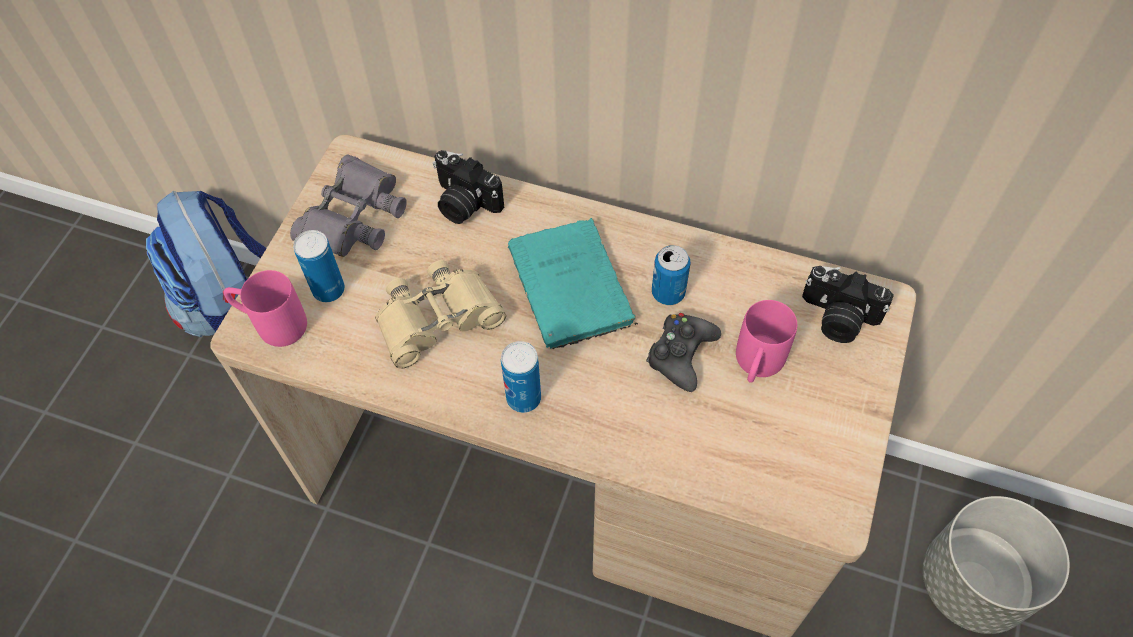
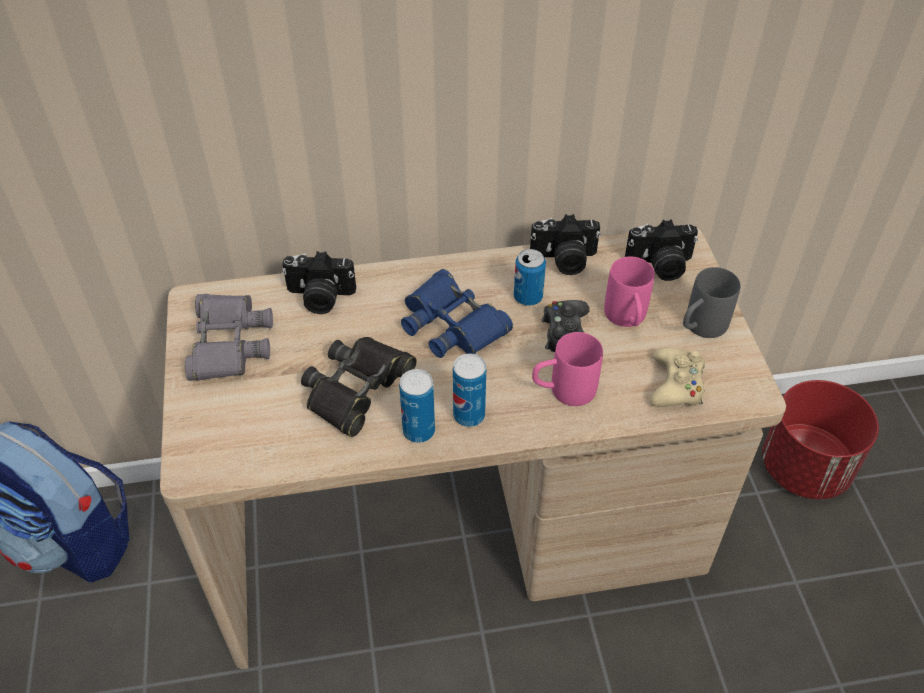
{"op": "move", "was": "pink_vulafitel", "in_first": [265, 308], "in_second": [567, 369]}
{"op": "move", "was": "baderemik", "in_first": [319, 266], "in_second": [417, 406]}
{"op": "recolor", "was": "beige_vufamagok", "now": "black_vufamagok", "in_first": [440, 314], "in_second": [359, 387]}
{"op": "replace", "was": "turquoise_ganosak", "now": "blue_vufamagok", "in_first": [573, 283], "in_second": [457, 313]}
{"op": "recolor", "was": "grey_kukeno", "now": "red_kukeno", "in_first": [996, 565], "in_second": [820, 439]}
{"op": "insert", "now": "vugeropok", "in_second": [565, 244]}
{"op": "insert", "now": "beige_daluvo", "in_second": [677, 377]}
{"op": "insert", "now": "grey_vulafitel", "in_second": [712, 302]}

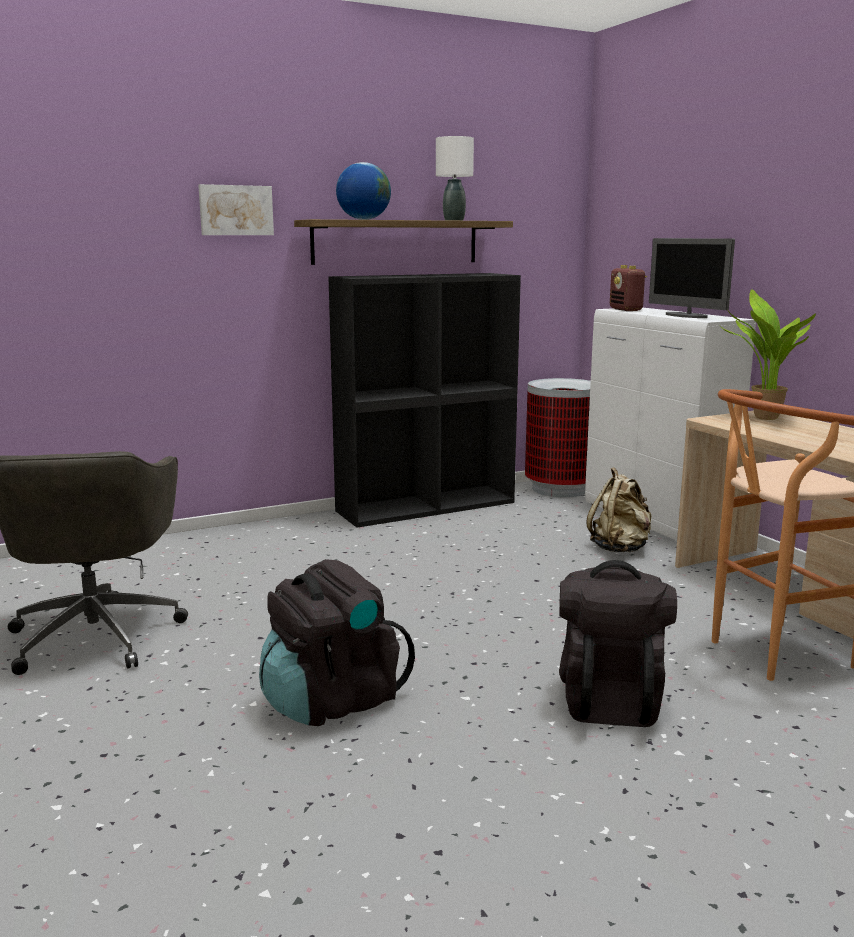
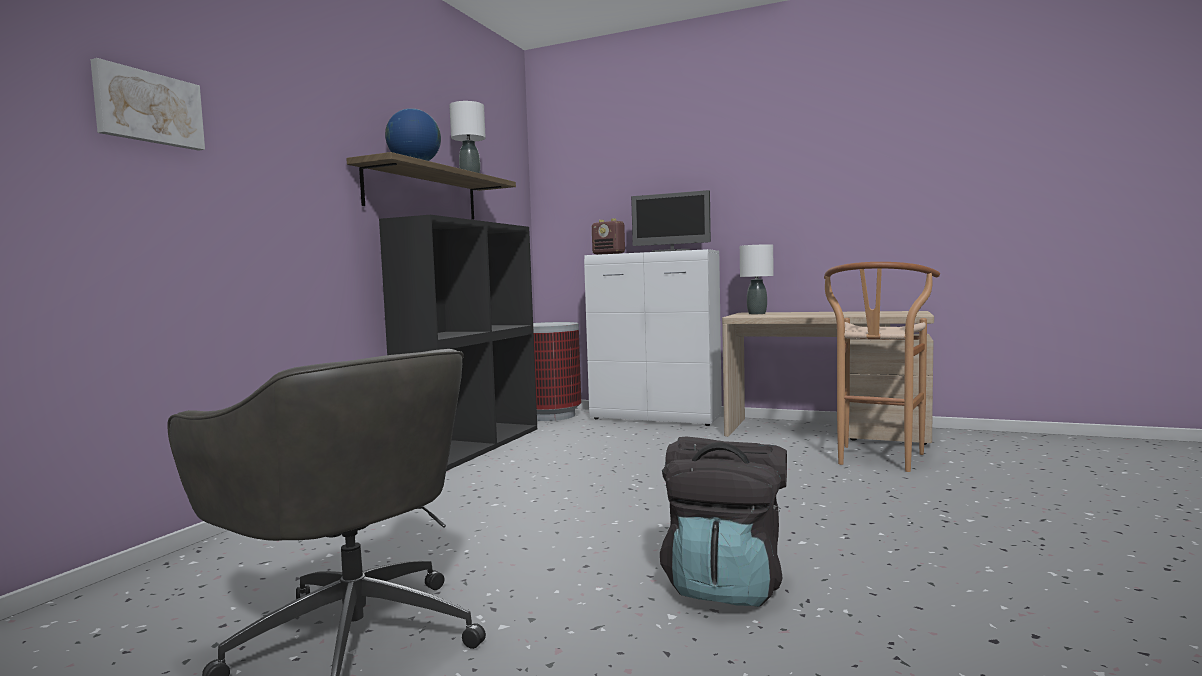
{"op": "move", "was": "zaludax", "in_first": [236, 209], "in_second": [147, 104]}
{"op": "delete", "was": "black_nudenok", "in_first": [618, 643]}
{"op": "delete", "was": "beige_nudenok", "in_first": [618, 509]}
{"op": "replace", "was": "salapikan", "now": "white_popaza", "in_first": [767, 354], "in_second": [757, 279]}

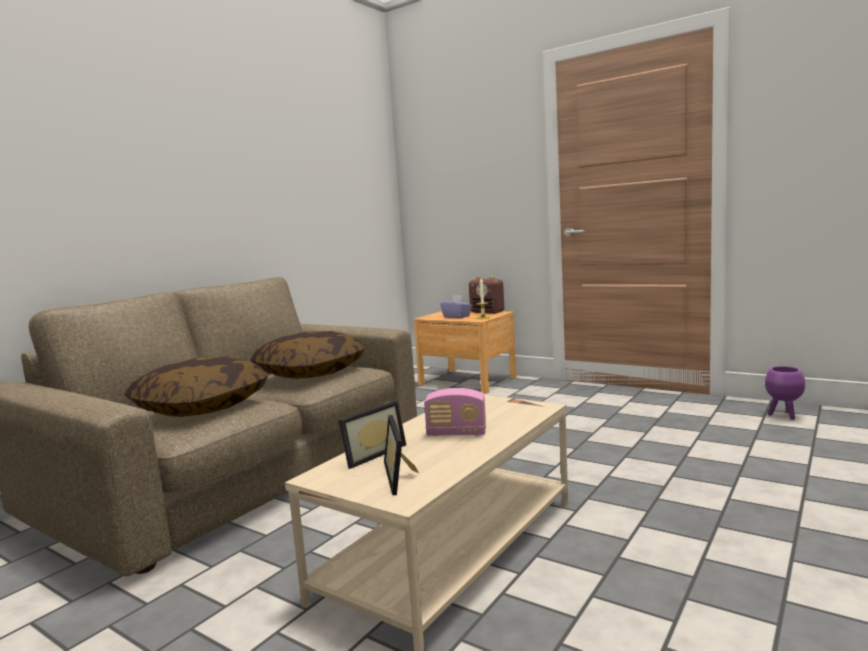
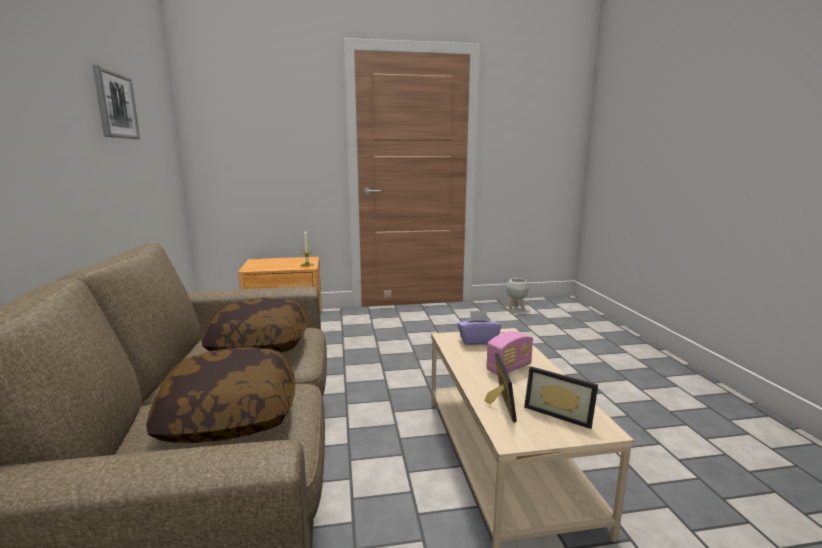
{"op": "move", "was": "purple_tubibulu", "in_first": [456, 306], "in_second": [479, 328]}
{"op": "delete", "was": "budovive", "in_first": [486, 295]}
{"op": "recolor", "was": "purple_kukeno", "now": "white_kukeno", "in_first": [785, 393], "in_second": [517, 294]}
{"op": "insert", "now": "zaludax", "in_second": [116, 102]}

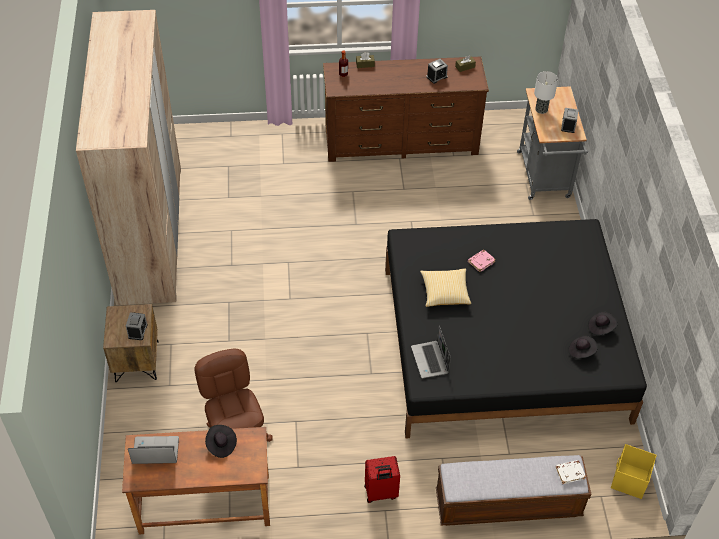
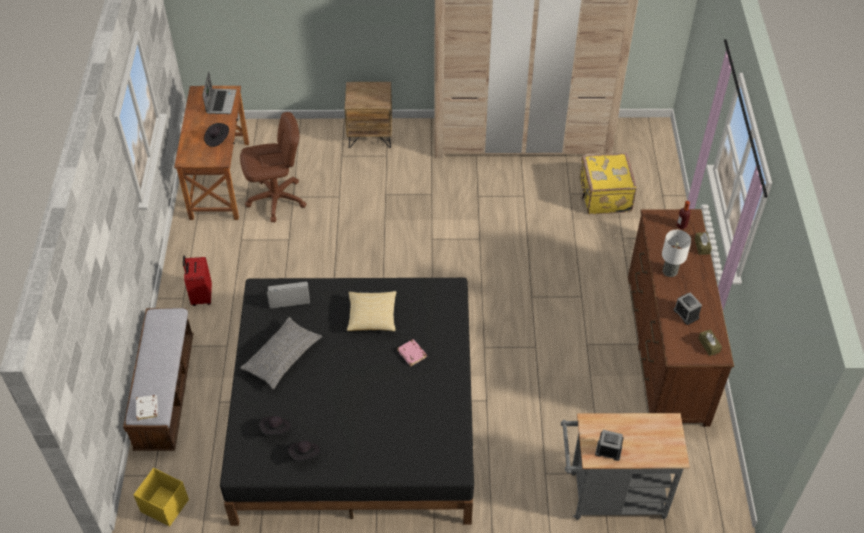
{"op": "delete", "was": "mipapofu", "in_first": [137, 326]}
{"op": "move", "was": "popaza", "in_first": [546, 92], "in_second": [676, 253]}
{"op": "insert", "now": "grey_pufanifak", "in_second": [281, 353]}
{"op": "insert", "now": "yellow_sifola", "in_second": [608, 184]}

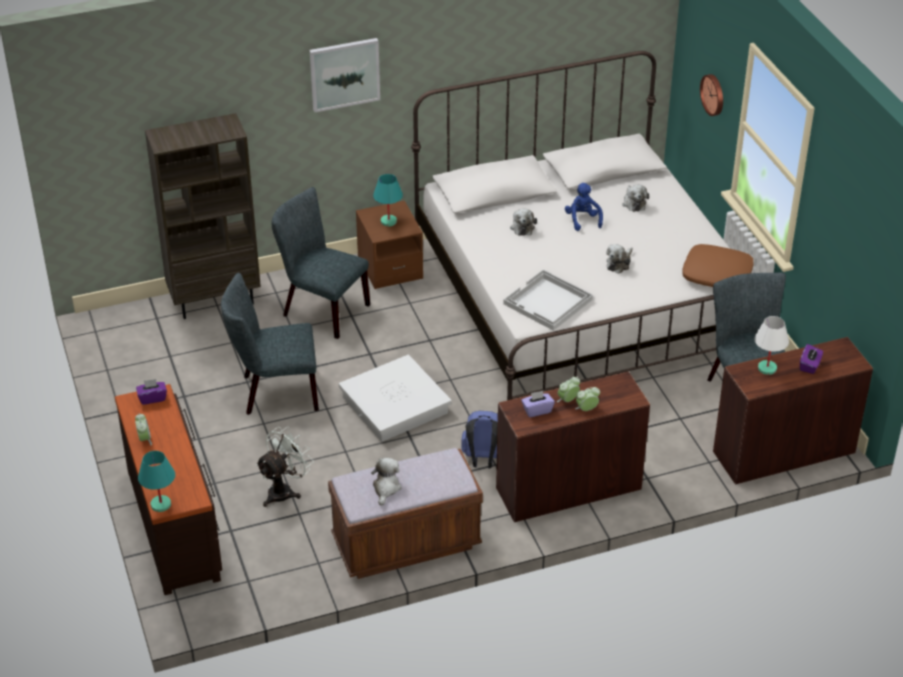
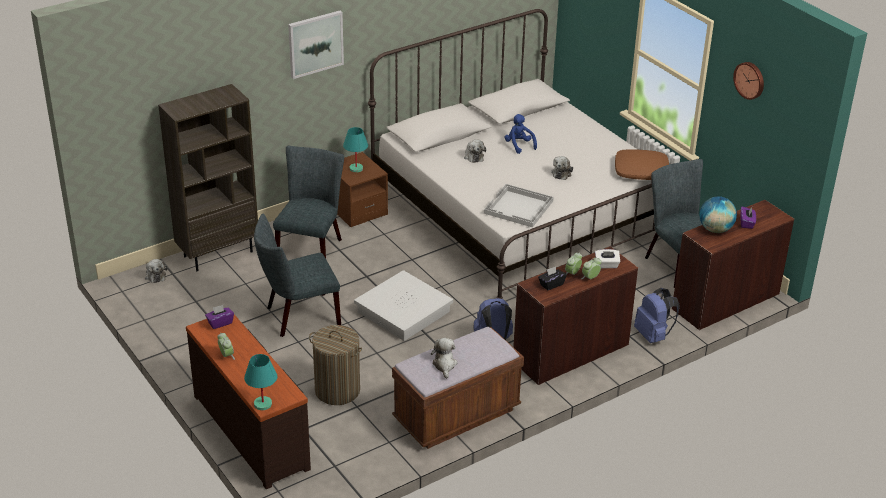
{"op": "replace", "was": "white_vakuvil", "now": "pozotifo", "in_first": [285, 467], "in_second": [335, 365]}
{"op": "rotate", "was": "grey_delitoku", "in_first": [321, 263], "in_second": [308, 202], "clockwise": 90}
{"op": "recolor", "was": "purple_tubibulu", "now": "black_tubibulu", "in_first": [538, 404], "in_second": [552, 278]}
{"op": "move", "was": "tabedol", "in_first": [635, 198], "in_second": [156, 271]}
{"op": "move", "was": "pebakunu", "in_first": [711, 95], "in_second": [748, 81]}
{"op": "replace", "was": "white_popaza", "now": "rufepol", "in_first": [771, 345], "in_second": [718, 214]}
{"op": "insert", "now": "white_tubibulu", "in_second": [607, 258]}
{"op": "insert", "now": "blue_nudenok", "in_second": [657, 315]}

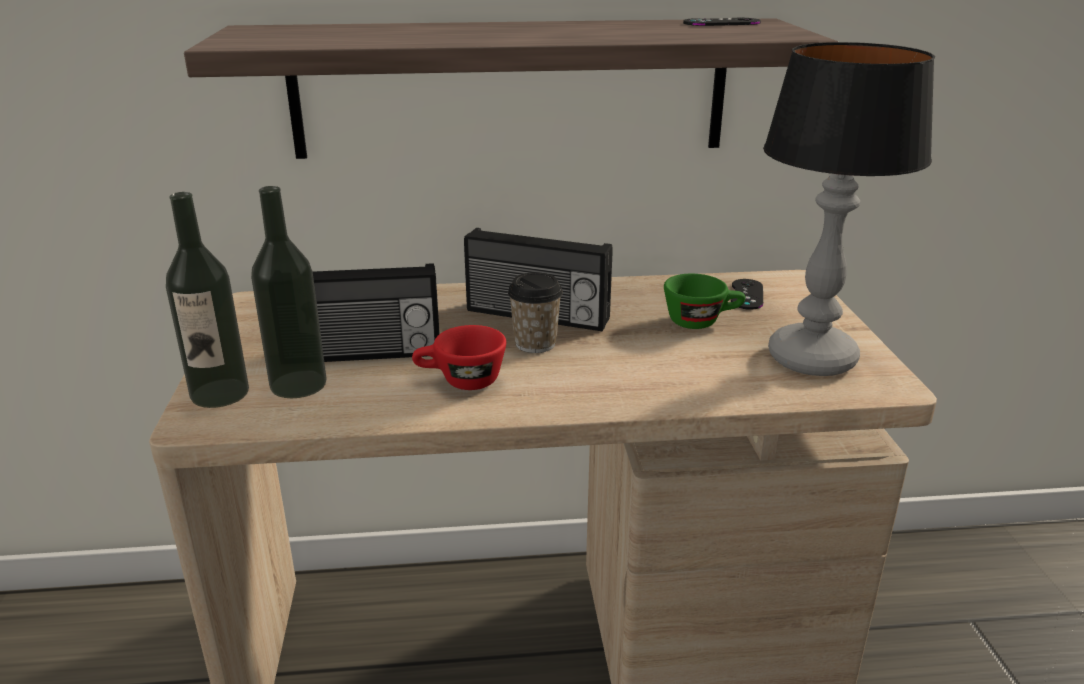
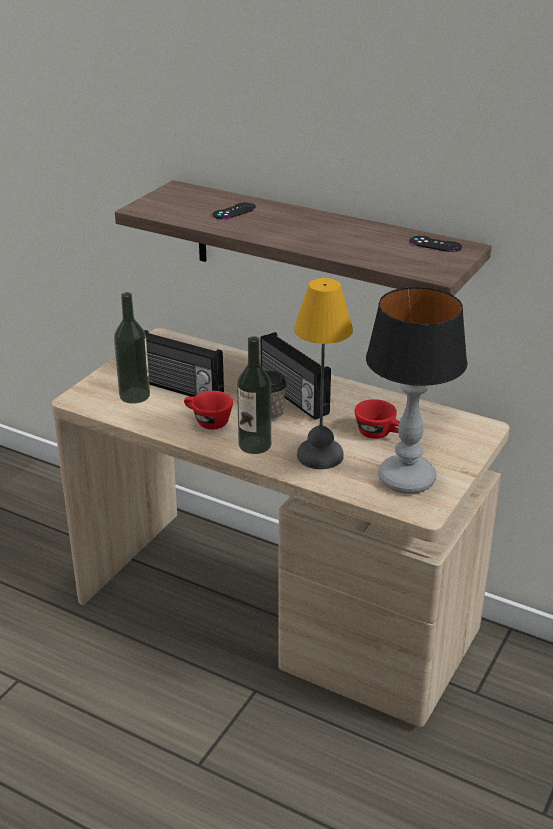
{"op": "move", "was": "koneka", "in_first": [207, 300], "in_second": [254, 395]}
{"op": "recolor", "was": "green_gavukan", "now": "red_gavukan", "in_first": [704, 301], "in_second": [377, 419]}
{"op": "move", "was": "black_daluvo", "in_first": [747, 294], "in_second": [234, 211]}
{"op": "insert", "now": "popaza", "in_second": [323, 373]}

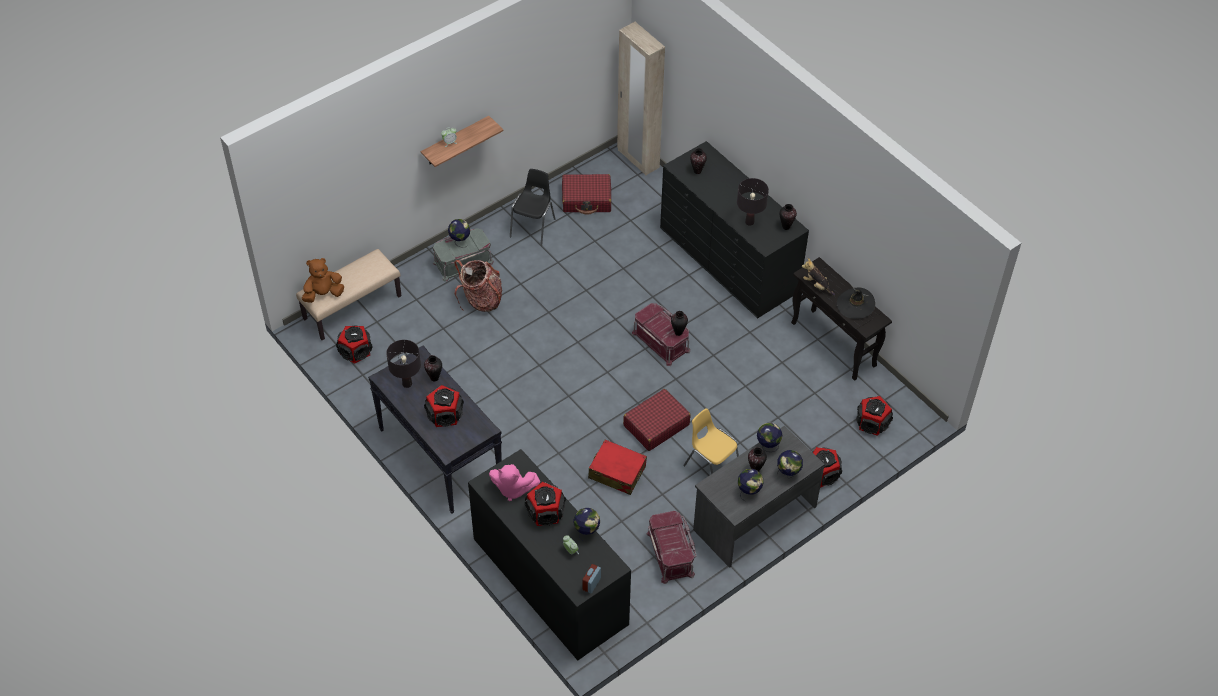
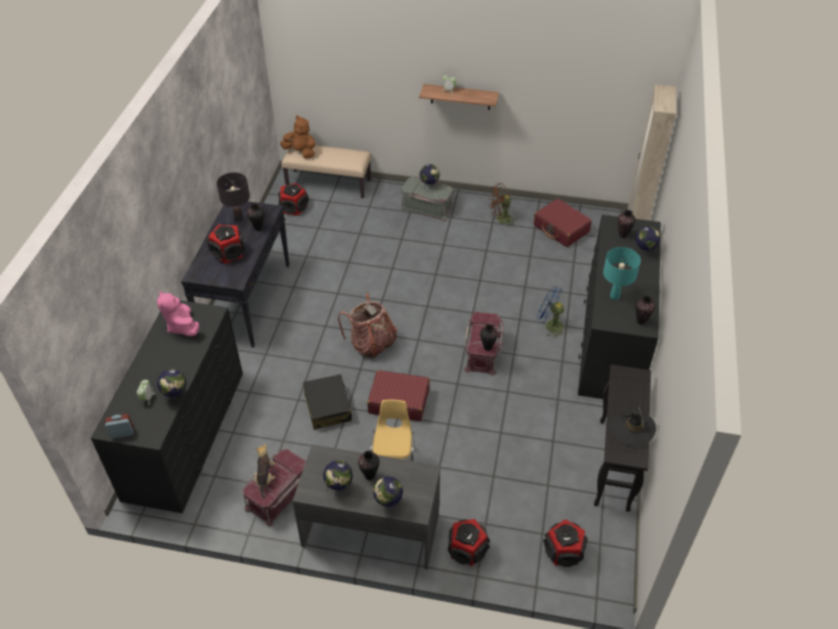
{"op": "move", "was": "nudenok", "in_first": [478, 286], "in_second": [367, 325]}
{"op": "replace", "was": "black_delitoku", "now": "brown_vakuvil", "in_first": [532, 207], "in_second": [502, 205]}
{"op": "delete", "was": "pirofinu", "in_first": [545, 504]}
{"op": "recolor", "was": "red_sifola", "now": "black_sifola", "in_first": [617, 467], "in_second": [327, 402]}
{"op": "recolor", "was": "black_popaza", "now": "turquoise_popaza", "in_first": [753, 202], "in_second": [622, 273]}
{"op": "move", "was": "rufepol", "in_first": [769, 437], "in_second": [648, 242]}
{"op": "move", "was": "tabedol", "in_first": [818, 276], "in_second": [265, 471]}
{"op": "insert", "now": "blue_vakuvil", "in_second": [551, 312]}

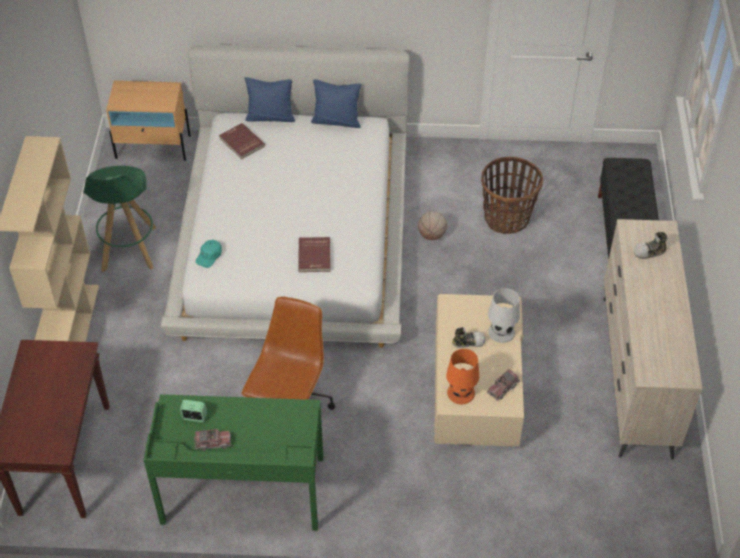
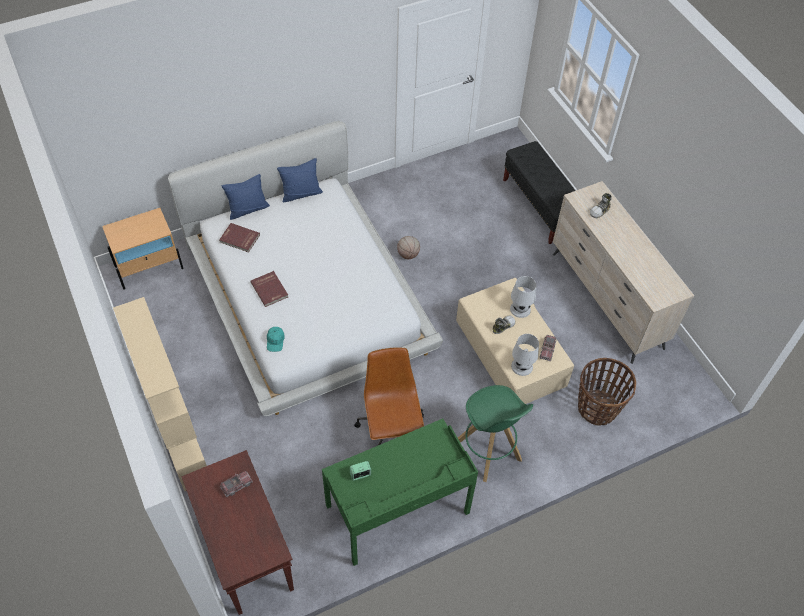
{"op": "move", "was": "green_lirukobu", "in_first": [119, 219], "in_second": [495, 433]}
{"op": "move", "was": "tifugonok", "in_first": [212, 440], "in_second": [236, 484]}
{"op": "move", "was": "red_ganosak", "in_first": [314, 254], "in_second": [269, 289]}
{"op": "recolor", "was": "orange_popaza", "now": "white_popaza", "in_first": [462, 376], "in_second": [525, 355]}
{"op": "move", "was": "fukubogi", "in_first": [512, 195], "in_second": [607, 392]}

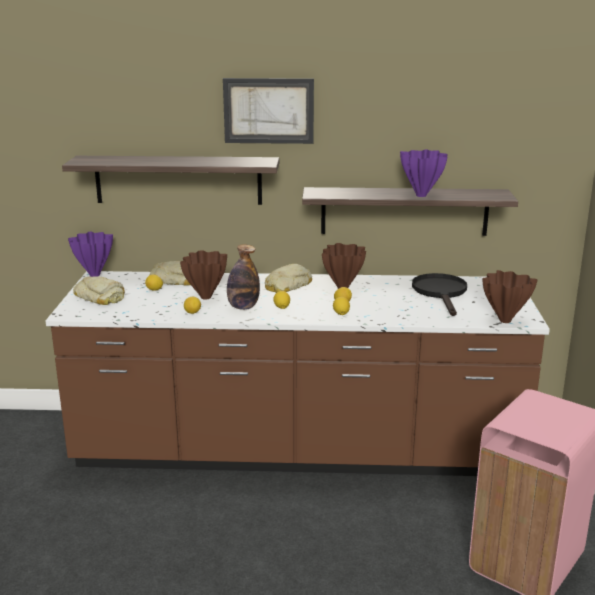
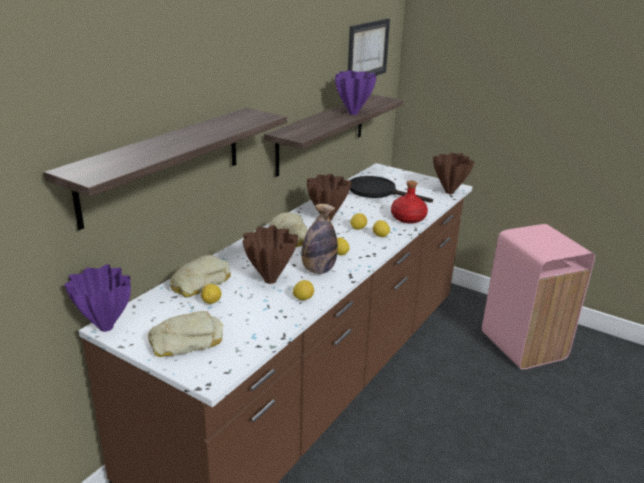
{"op": "move", "was": "zaludax", "in_first": [268, 111], "in_second": [369, 47]}
{"op": "insert", "now": "red_koneka", "in_second": [409, 202]}

